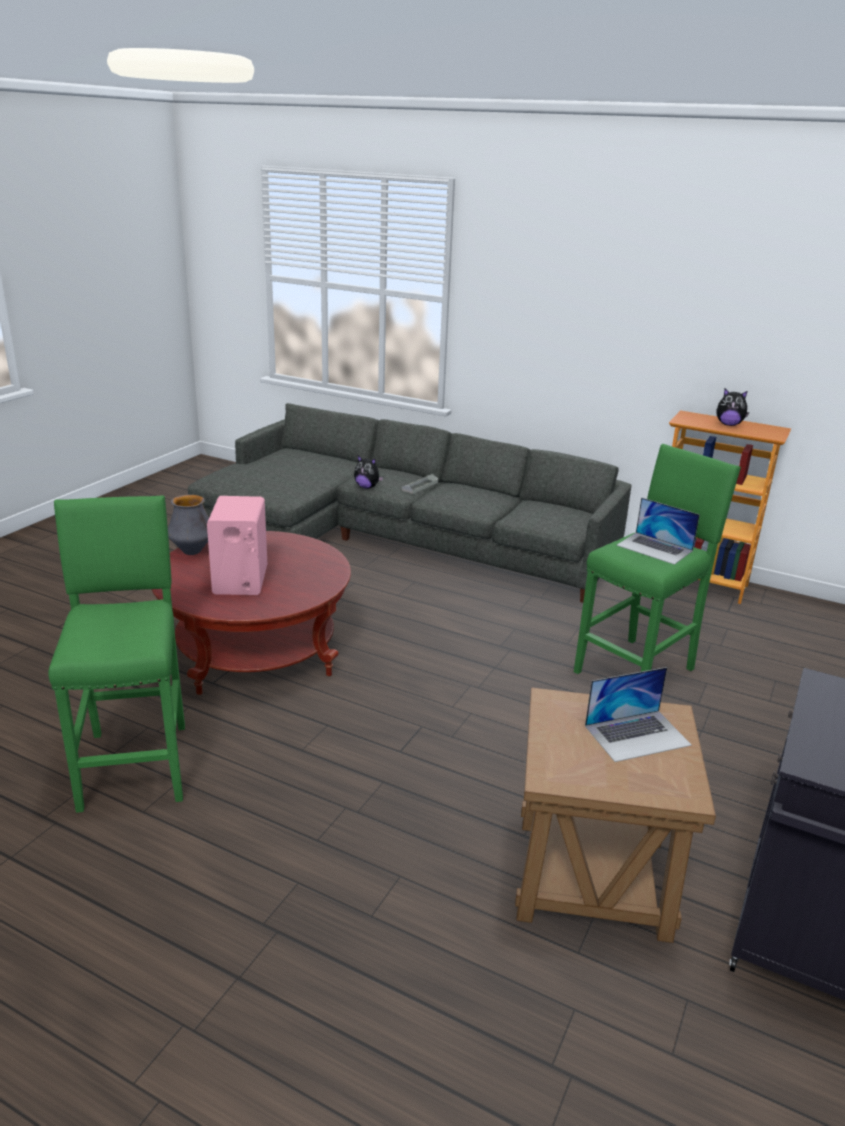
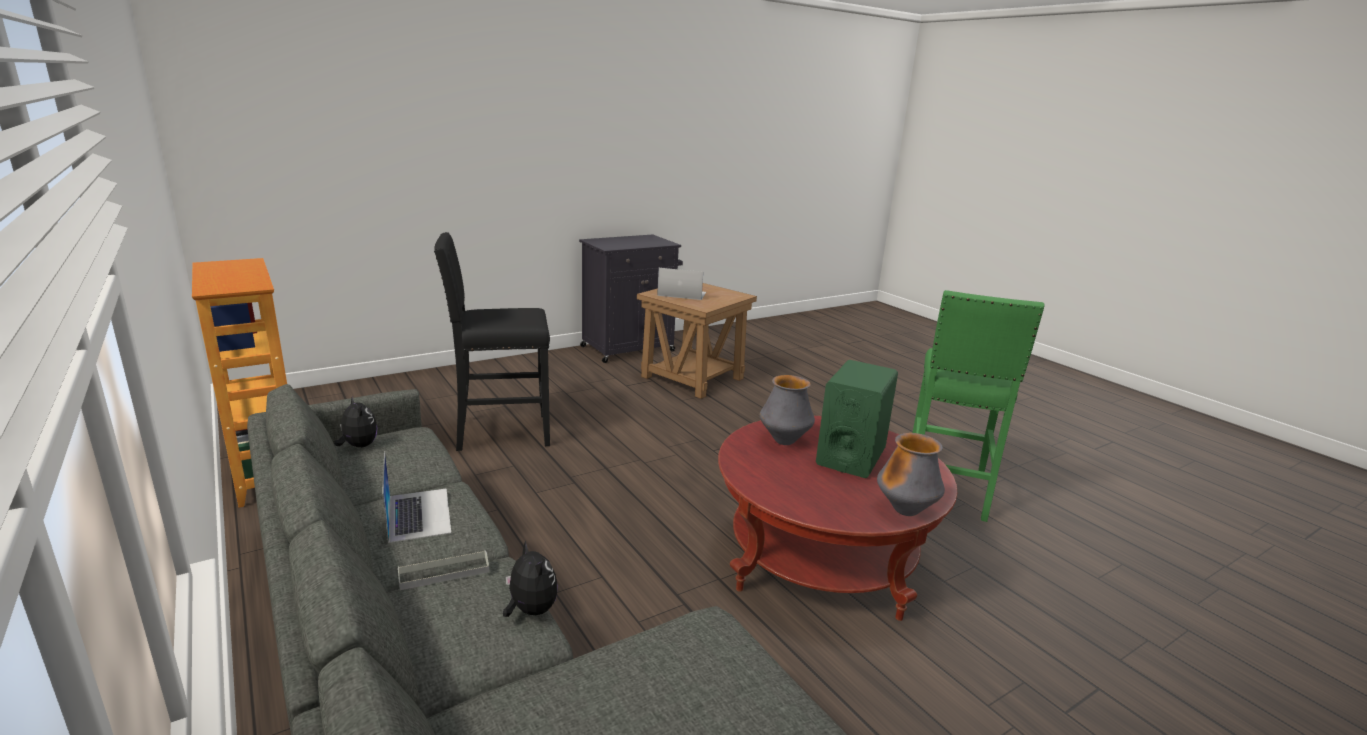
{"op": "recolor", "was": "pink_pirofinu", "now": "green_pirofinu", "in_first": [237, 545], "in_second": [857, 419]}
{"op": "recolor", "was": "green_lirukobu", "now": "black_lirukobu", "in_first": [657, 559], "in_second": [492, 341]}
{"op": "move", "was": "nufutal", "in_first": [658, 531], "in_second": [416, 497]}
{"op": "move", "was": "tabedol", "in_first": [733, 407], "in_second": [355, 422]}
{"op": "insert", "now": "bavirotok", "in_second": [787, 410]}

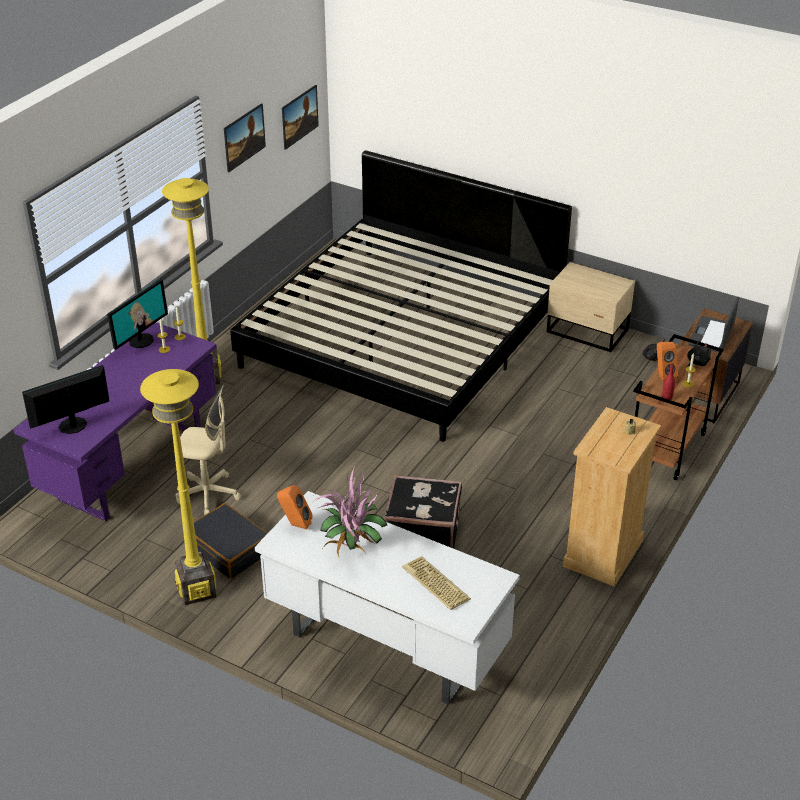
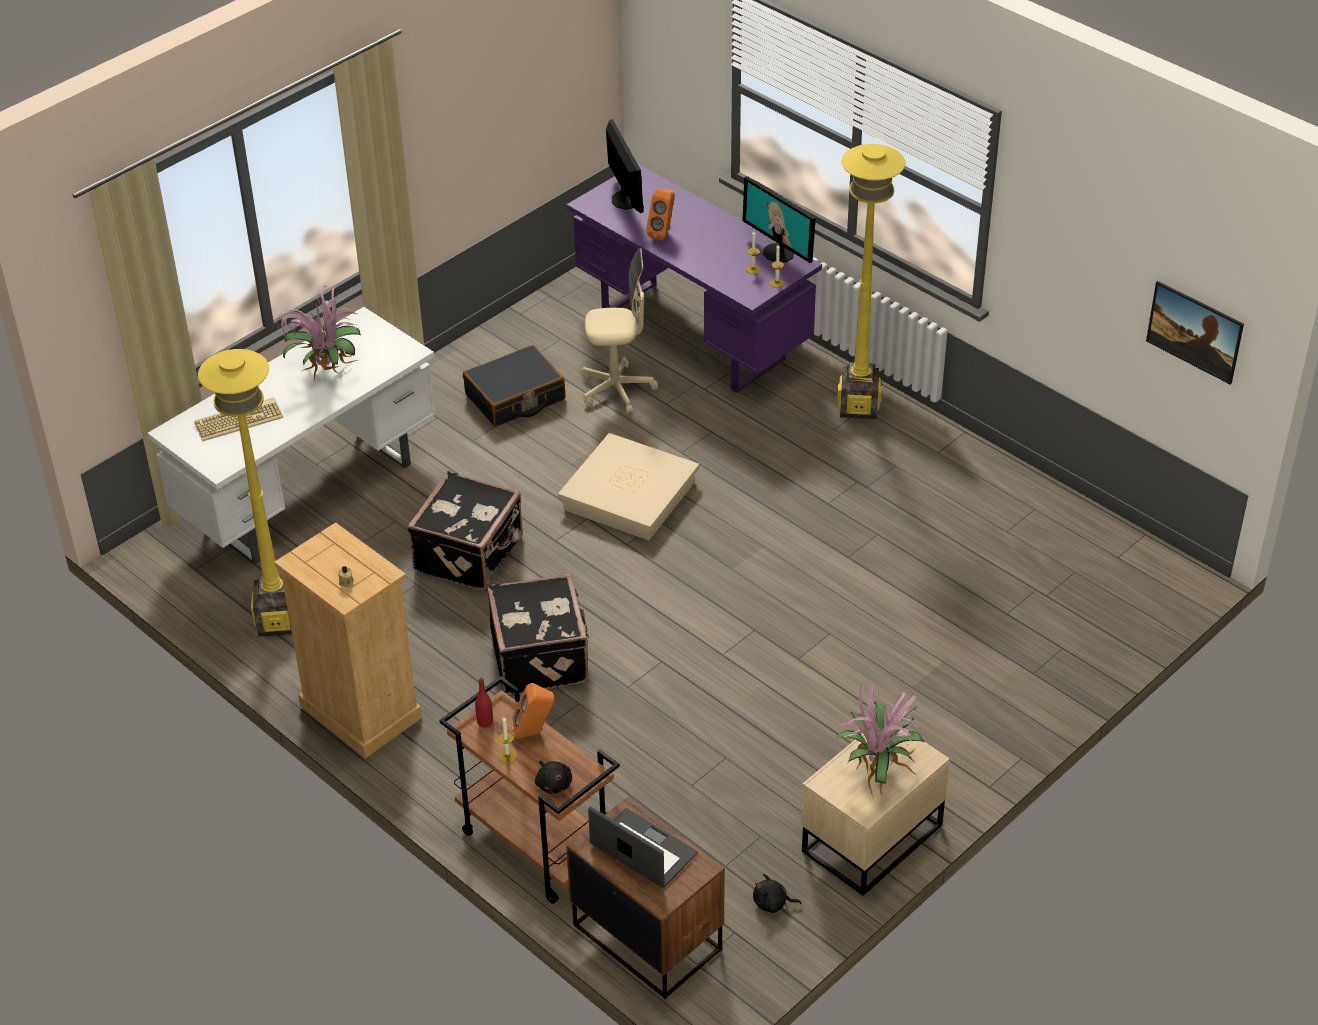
{"op": "move", "was": "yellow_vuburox", "in_first": [178, 487], "in_second": [245, 492]}
{"op": "rotate", "was": "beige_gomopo", "in_first": [208, 450], "in_second": [620, 331], "clockwise": -120}
{"op": "delete", "was": "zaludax", "in_first": [245, 137]}
{"op": "delete", "was": "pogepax", "in_first": [401, 296]}
{"op": "move", "was": "orange_pirofinu", "in_first": [295, 507], "in_second": [660, 215]}
{"op": "insert", "now": "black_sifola", "in_second": [538, 634]}
{"op": "insert", "now": "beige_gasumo", "in_second": [628, 486]}
{"op": "insert", "now": "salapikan", "in_second": [880, 739]}

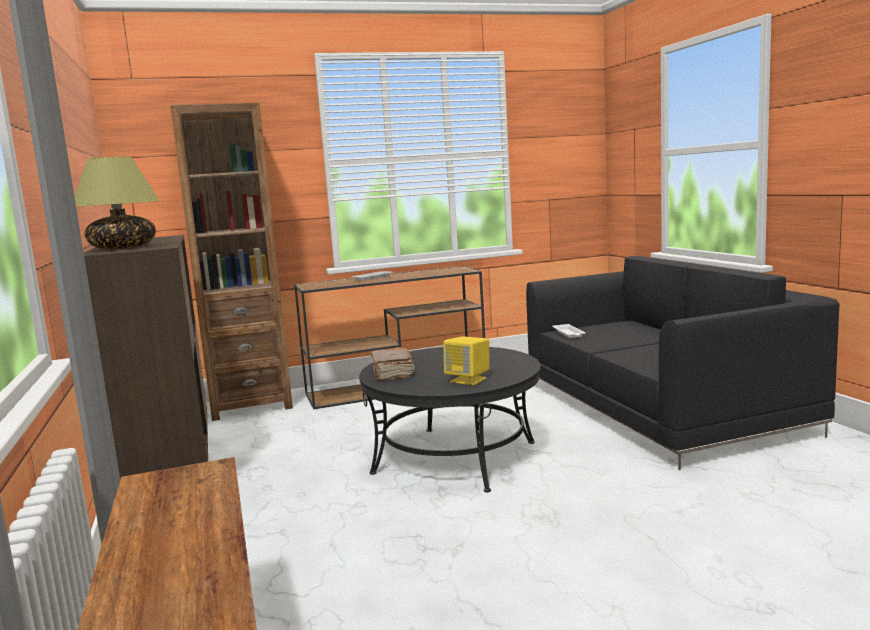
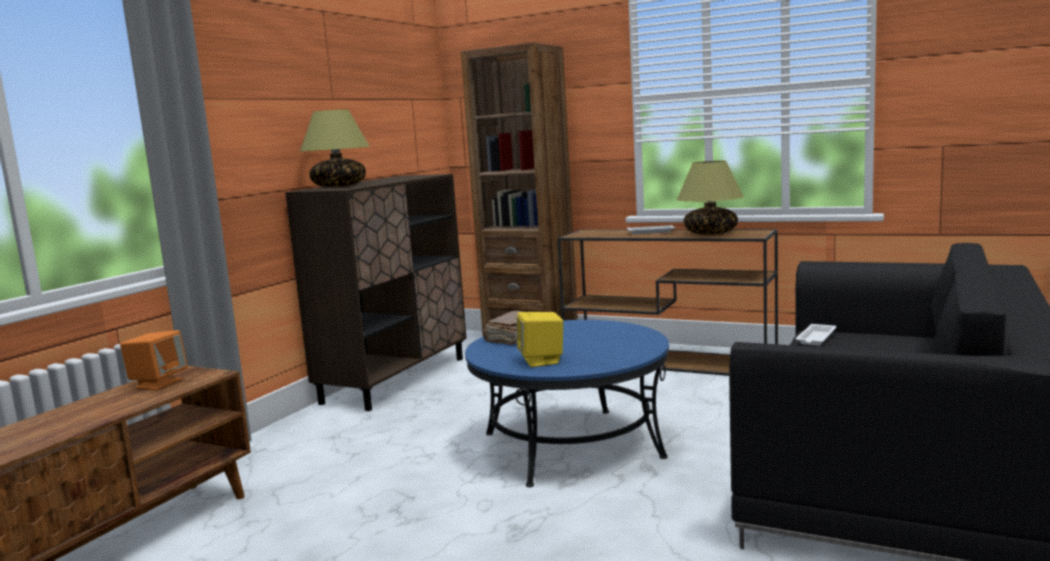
{"op": "recolor", "was": "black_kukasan", "now": "blue_kukasan", "in_first": [450, 419], "in_second": [567, 403]}
{"op": "insert", "now": "orange_pirofinu", "in_second": [154, 360]}
{"op": "insert", "now": "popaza", "in_second": [710, 198]}

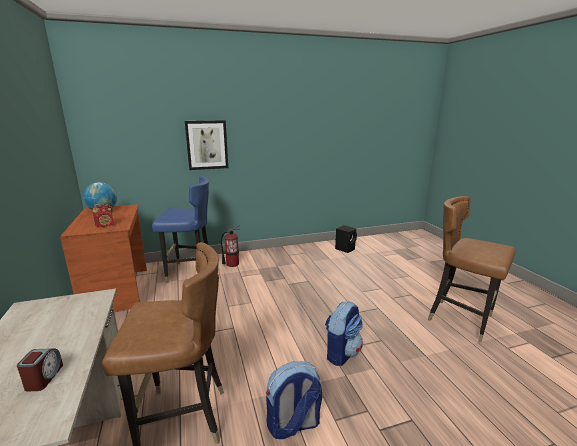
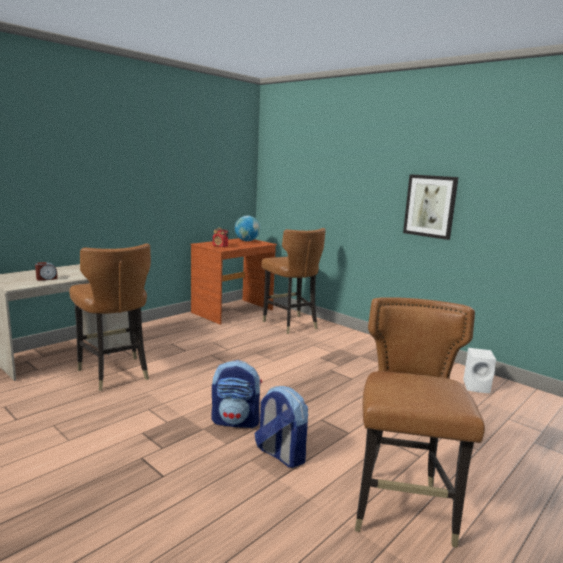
{"op": "recolor", "was": "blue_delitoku", "now": "brown_delitoku", "in_first": [180, 229], "in_second": [294, 281]}
{"op": "move", "was": "zaludax", "in_first": [206, 145], "in_second": [431, 207]}
{"op": "delete", "was": "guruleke", "in_first": [230, 246]}
{"op": "move", "was": "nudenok", "in_first": [294, 400], "in_second": [281, 427]}
{"op": "recolor", "was": "black_pirofinu", "now": "white_pirofinu", "in_first": [346, 239], "in_second": [479, 370]}

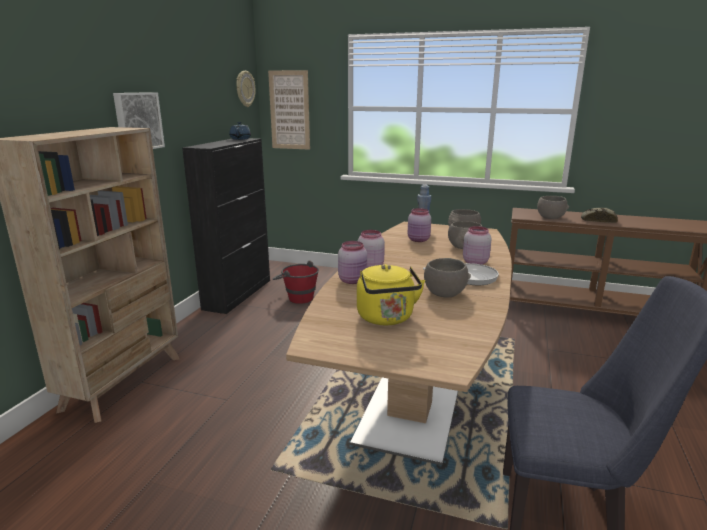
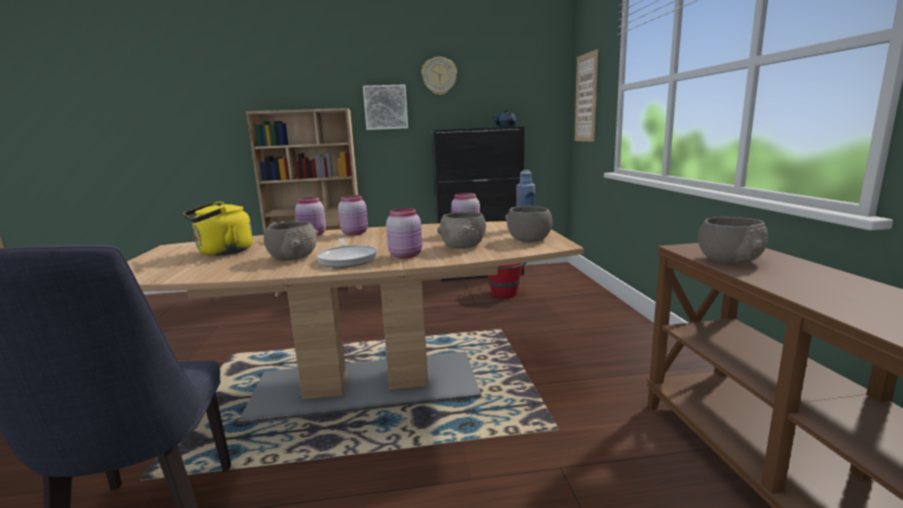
{"op": "move", "was": "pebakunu", "in_first": [245, 89], "in_second": [439, 76]}
{"op": "delete", "was": "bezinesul", "in_first": [599, 215]}

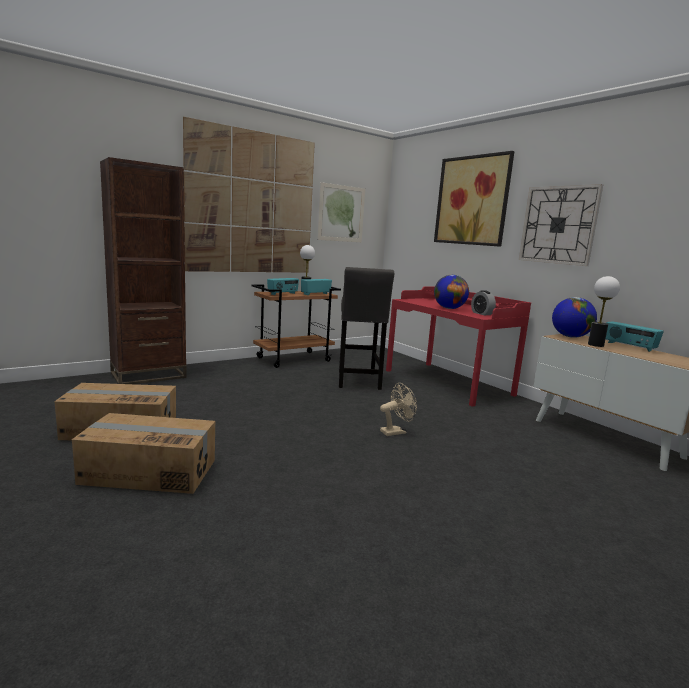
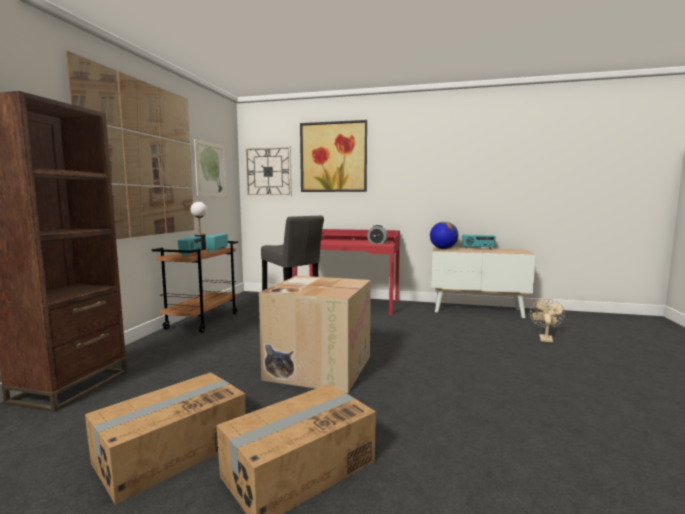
{"op": "move", "was": "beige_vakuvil", "in_first": [398, 409], "in_second": [547, 321]}
{"op": "delete", "was": "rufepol", "in_first": [451, 292]}
{"op": "move", "was": "pebakunu", "in_first": [561, 225], "in_second": [268, 171]}
{"op": "delete", "was": "popaza", "in_first": [604, 311]}
{"op": "insert", "now": "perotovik", "in_second": [315, 334]}

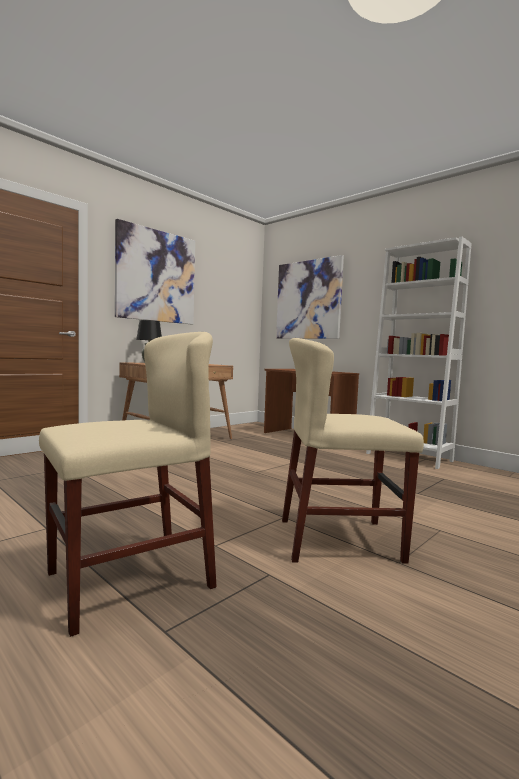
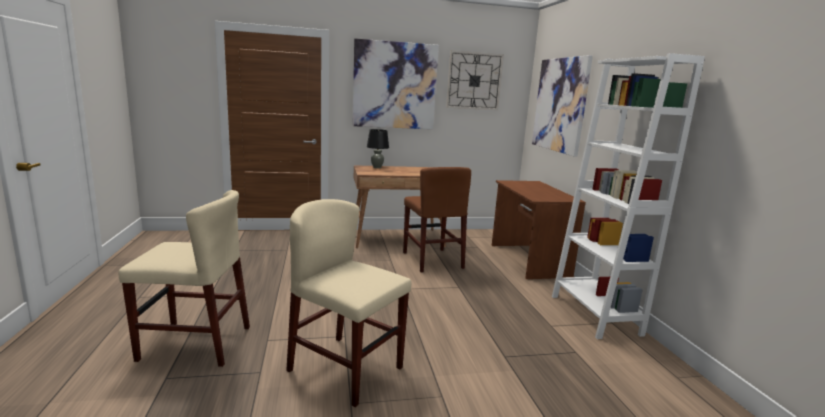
{"op": "insert", "now": "brown_delitoku", "in_second": [437, 220]}
{"op": "insert", "now": "pebakunu", "in_second": [475, 80]}

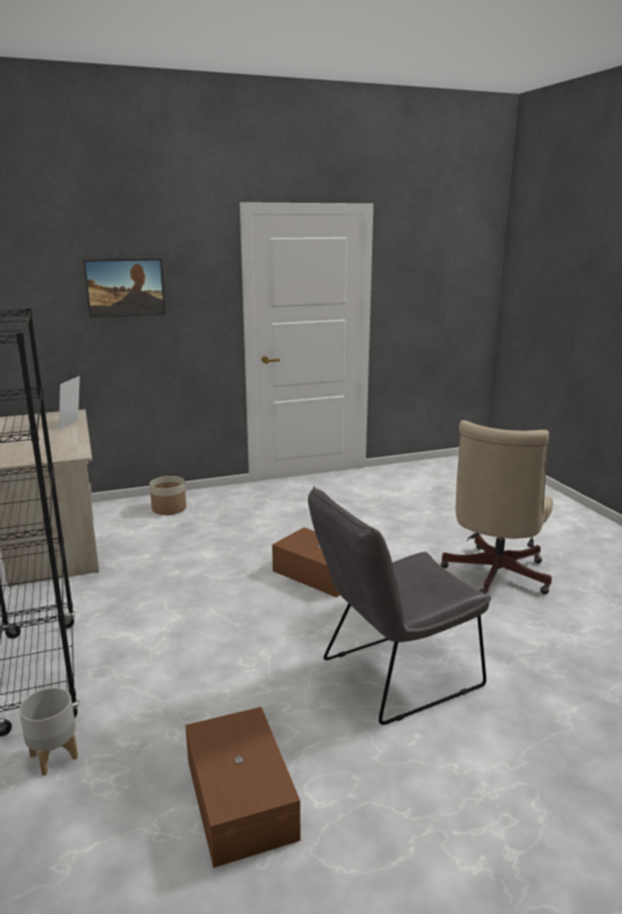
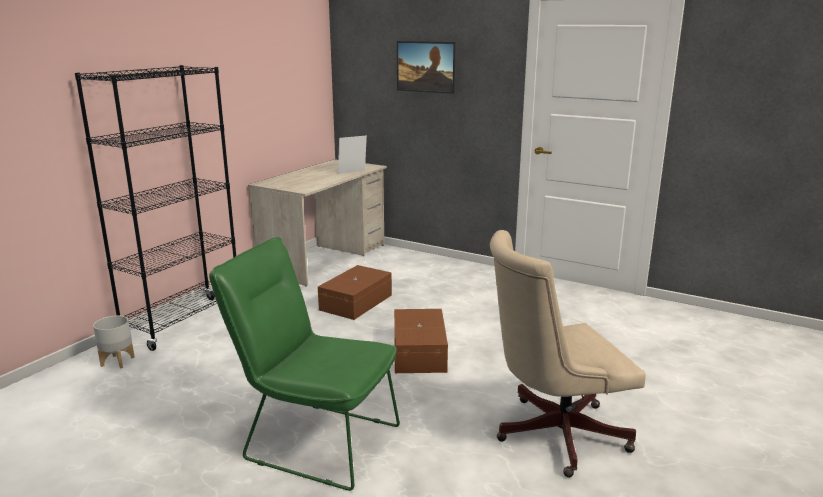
{"op": "delete", "was": "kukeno", "in_first": [168, 495]}
{"op": "move", "was": "brown_gasumo", "in_first": [243, 787], "in_second": [355, 292]}
{"op": "recolor", "was": "grey_delitoku", "now": "green_delitoku", "in_first": [399, 605], "in_second": [304, 364]}

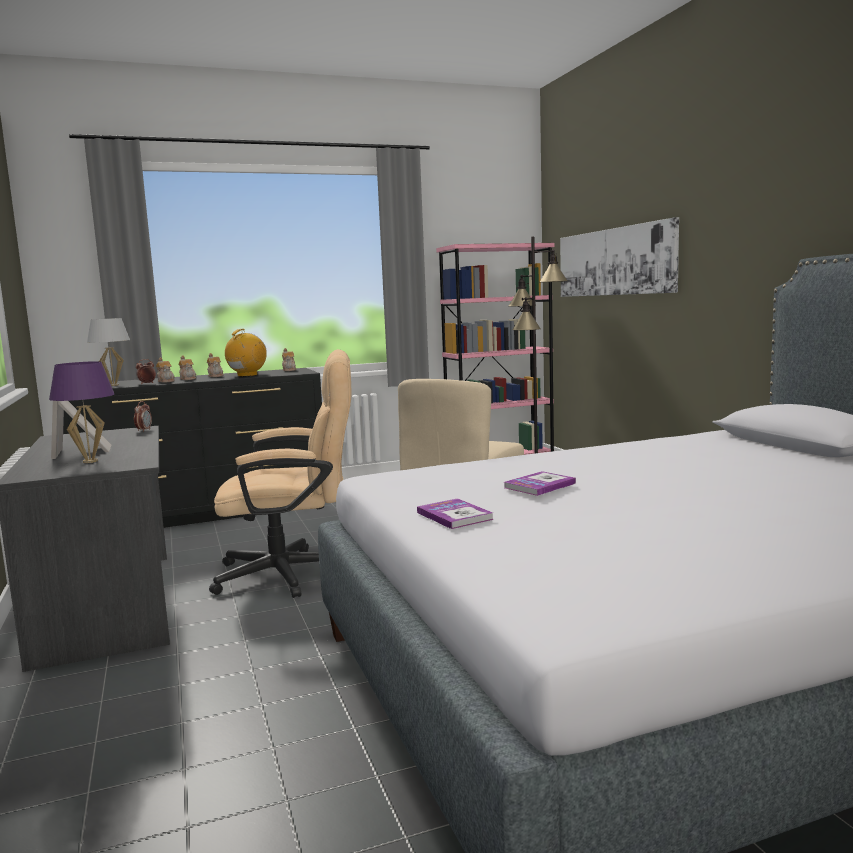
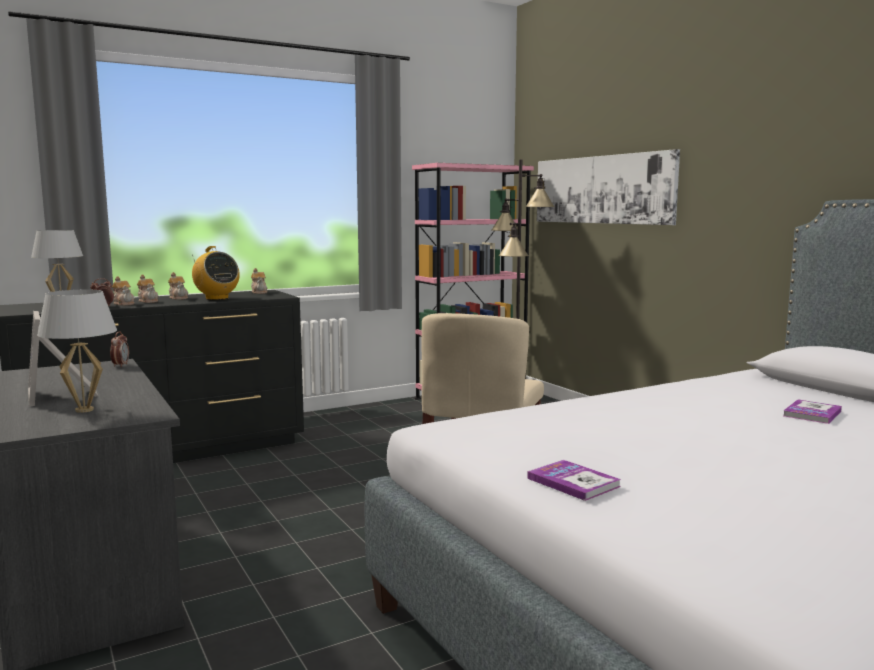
{"op": "recolor", "was": "purple_popaza", "now": "white_popaza", "in_first": [81, 412], "in_second": [77, 351]}
{"op": "delete", "was": "beige_gomopo", "in_first": [280, 473]}
{"op": "rotate", "was": "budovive", "in_first": [246, 353], "in_second": [216, 273], "clockwise": 120}
{"op": "move", "was": "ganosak", "in_first": [540, 483], "in_second": [812, 411]}

